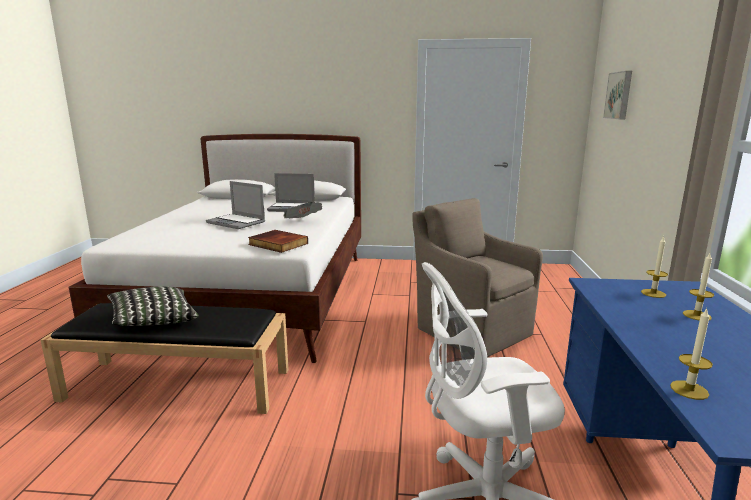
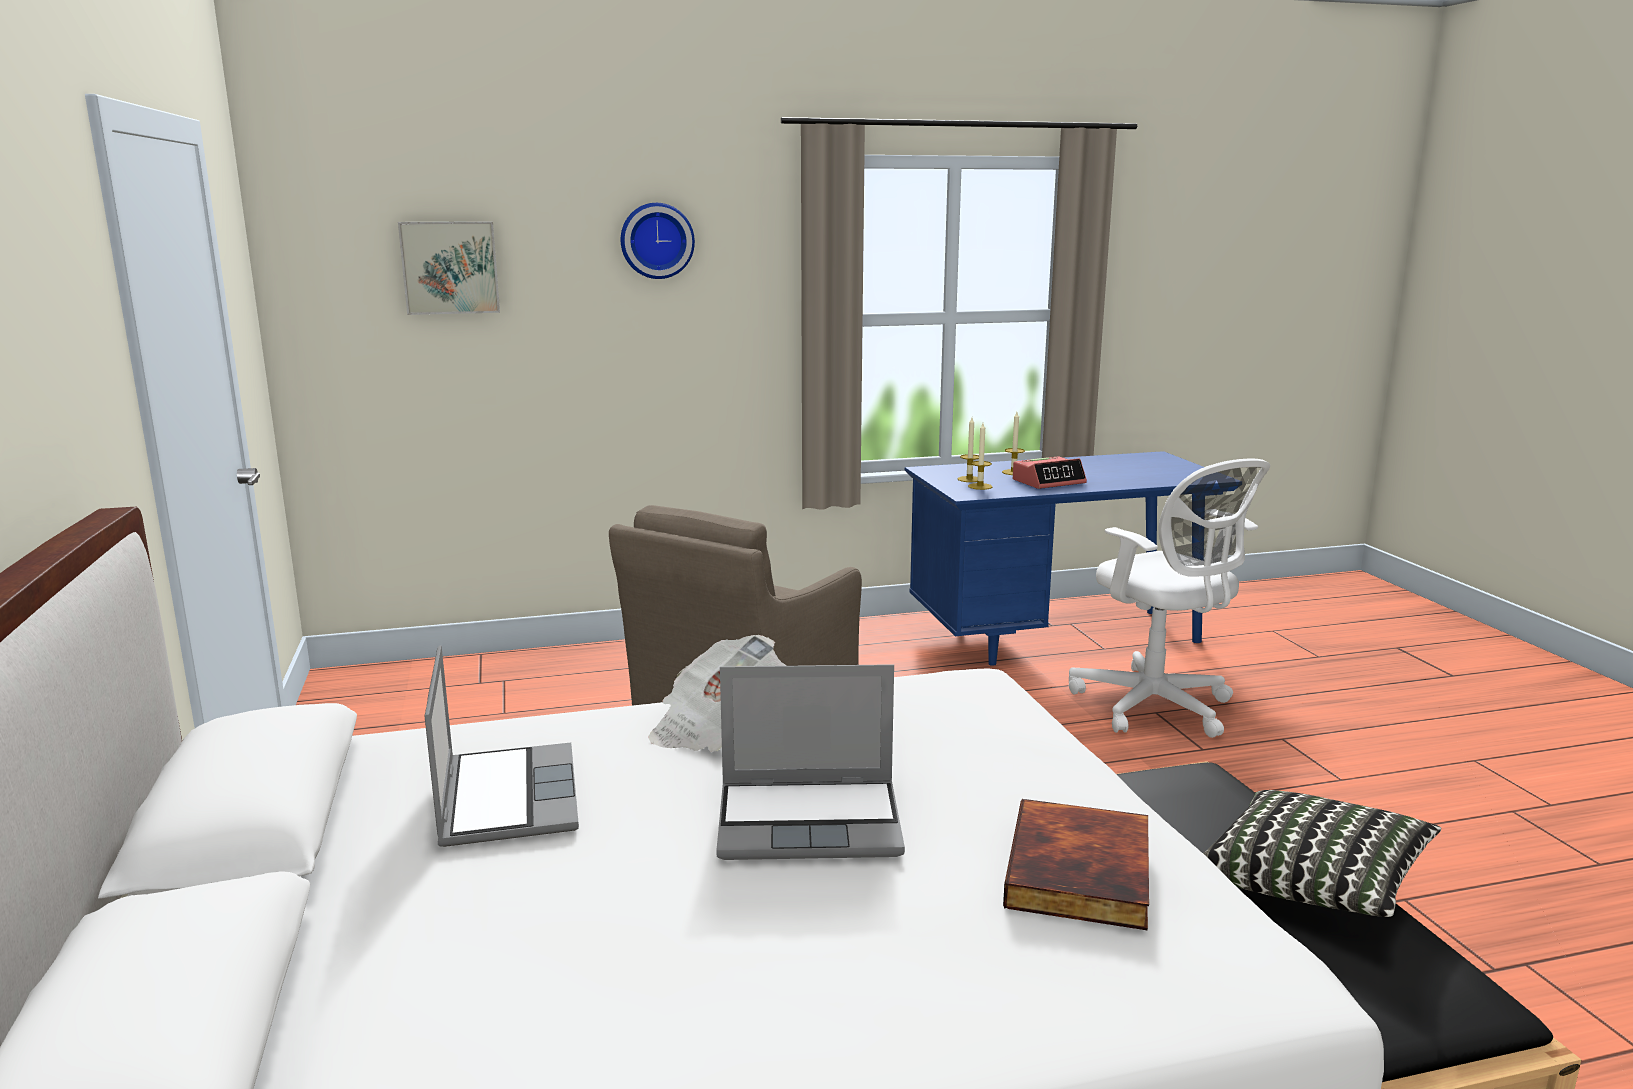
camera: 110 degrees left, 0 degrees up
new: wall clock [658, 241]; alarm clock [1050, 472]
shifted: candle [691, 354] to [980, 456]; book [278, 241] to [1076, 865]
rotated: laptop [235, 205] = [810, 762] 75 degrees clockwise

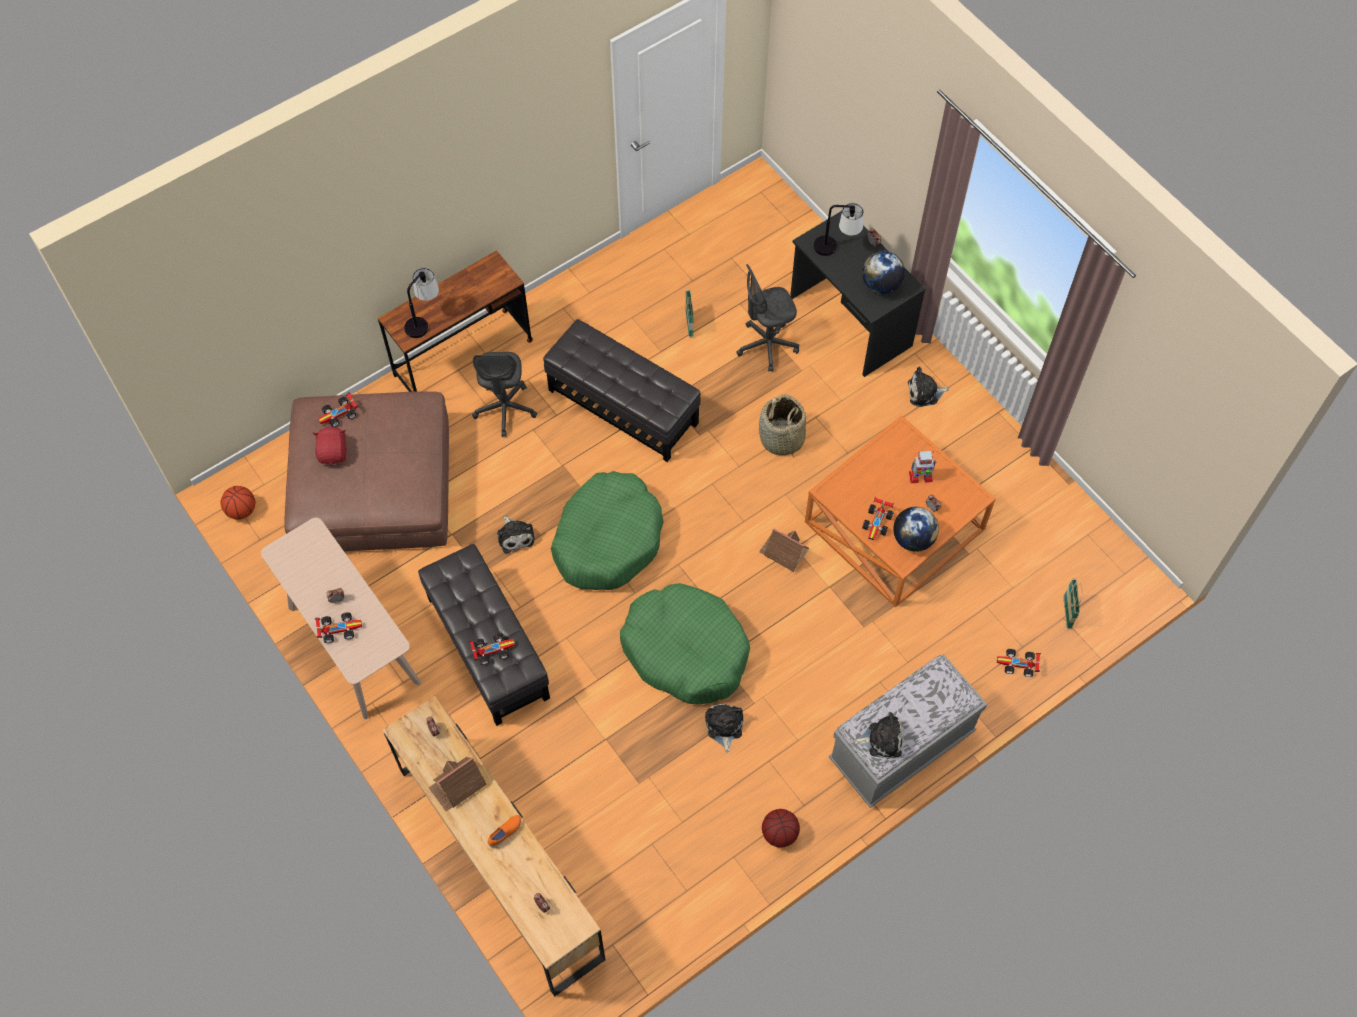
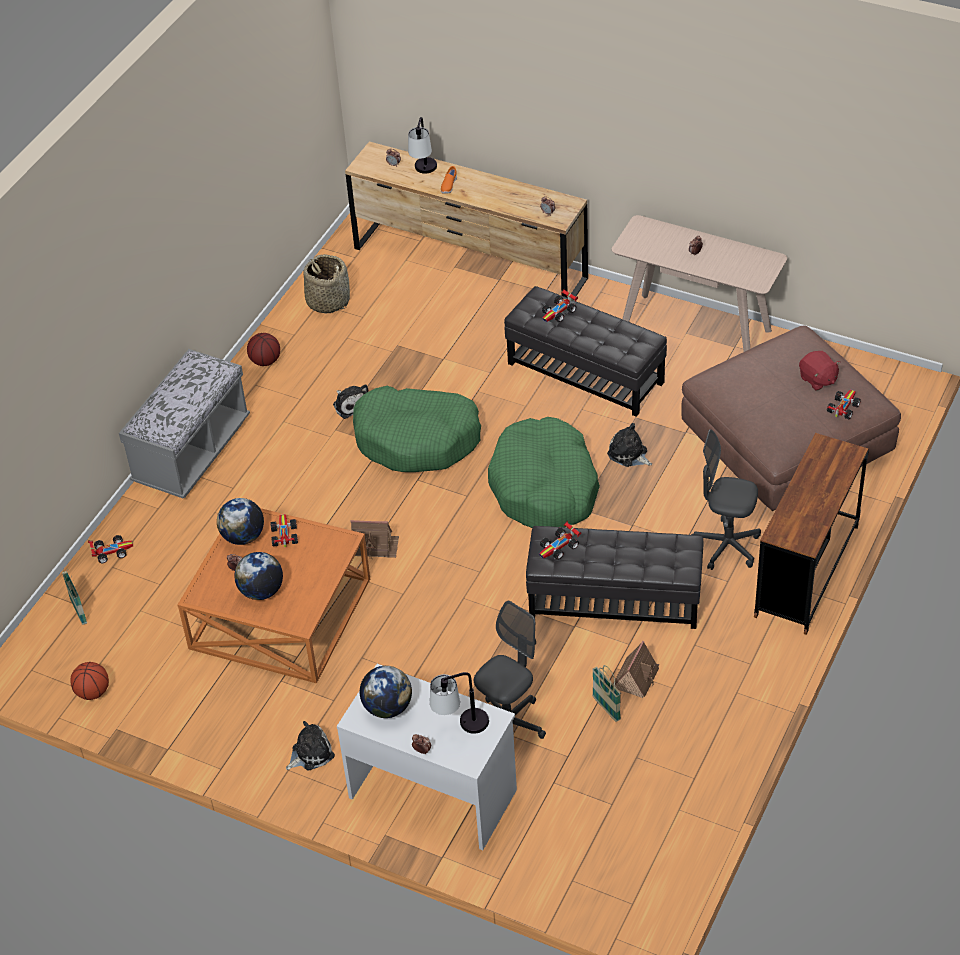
camera: 155 degrees right, 15 degrees down
gone: plush toy [878, 735]
shifted: basketball [238, 502] to [90, 681]; basket [782, 426] to [326, 283]; table lamp [421, 303] to [422, 145]; toy car [338, 627] to [560, 540]; toy house [458, 784] to [636, 669]
swapped: toy robot [922, 467] to globe [258, 576]
repainted: desk/black [858, 294] to desk/white [427, 757]
rotated: office chair/grey [504, 394] = [726, 499] 45 degrees counterclockwise

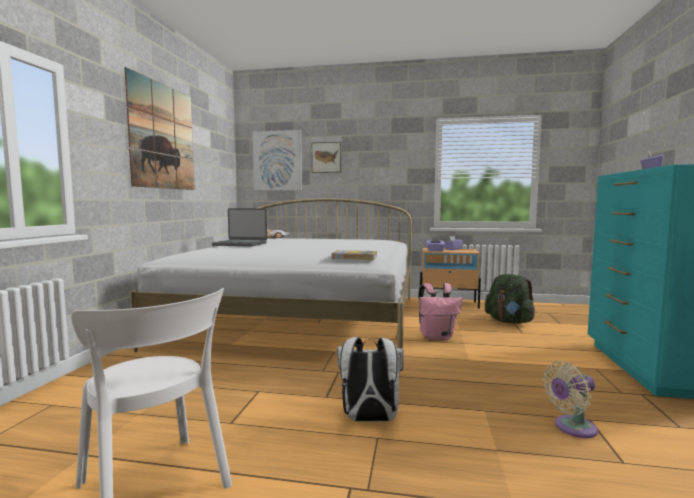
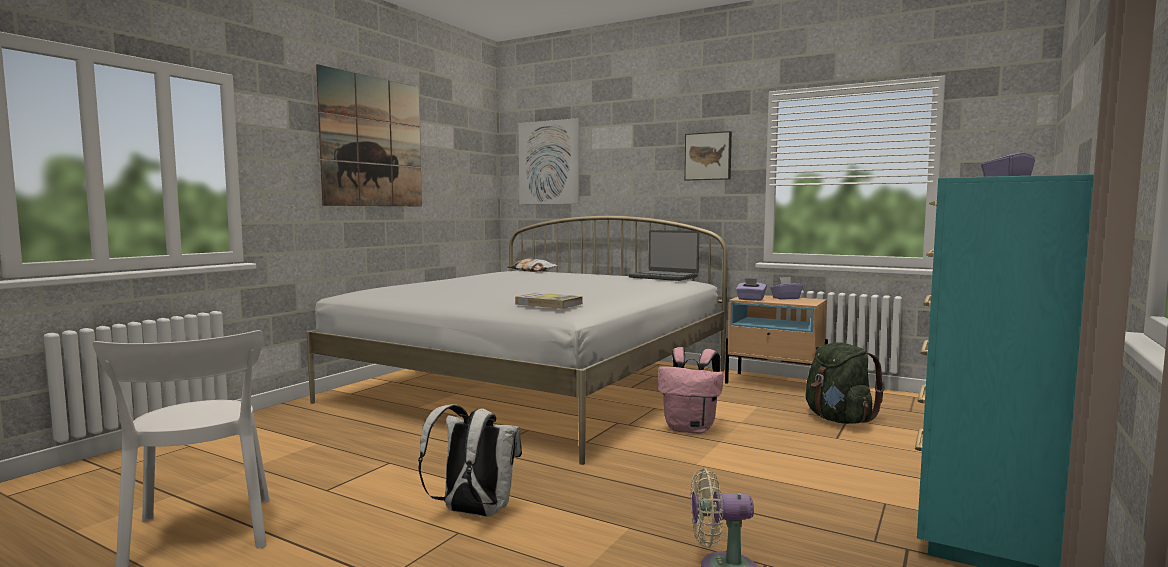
camera: 20 degrees right, 0 degrees up
shifted: laptop [239, 227] to [664, 255]; picture [326, 157] to [708, 155]

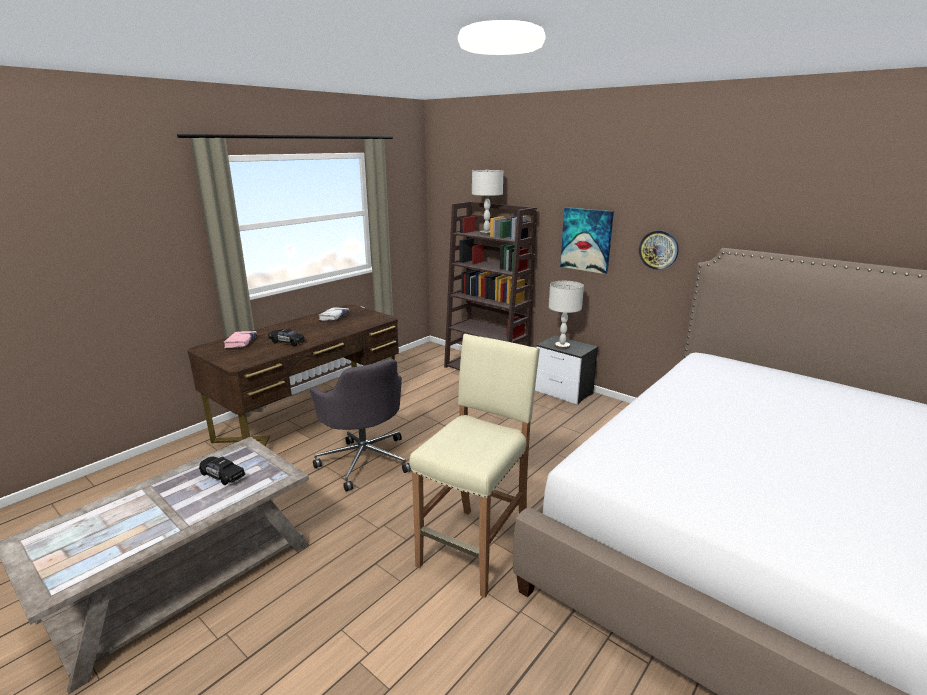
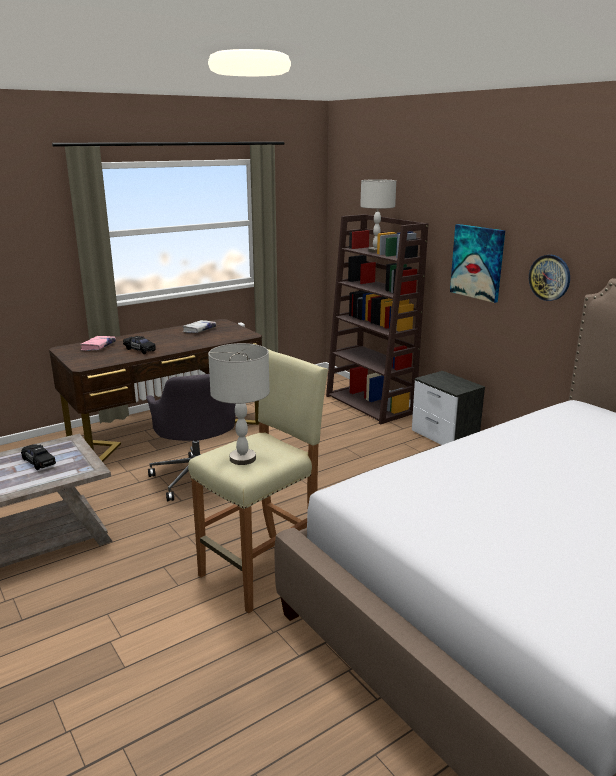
camera: 15 degrees right, 0 degrees up
shifted: table lamp/grey [566, 315] to [239, 404]

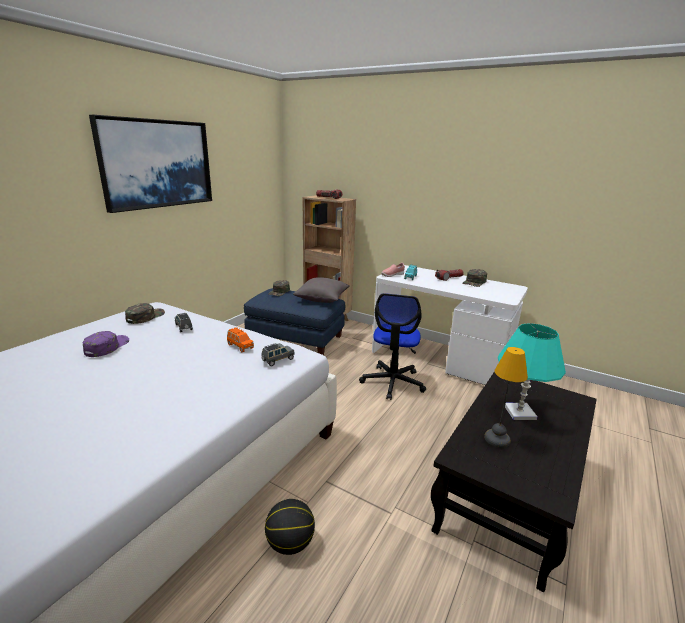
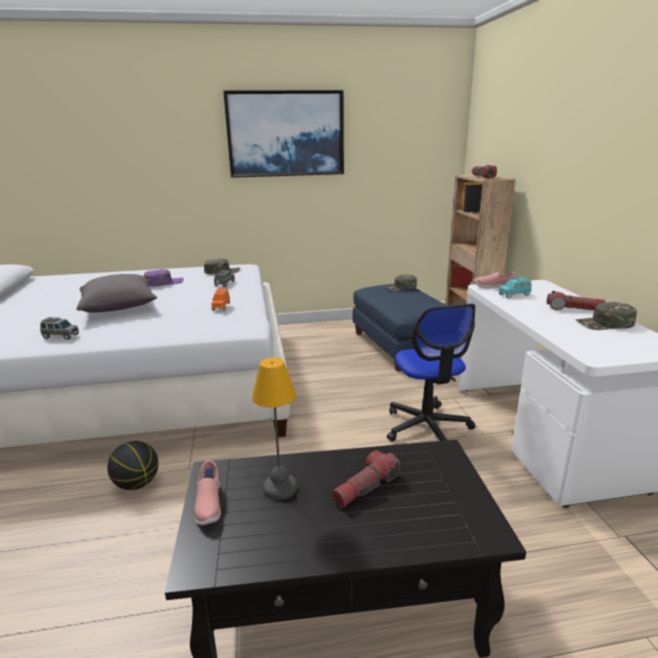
camera: 50 degrees right, 0 degrees up
new: shoe/pink [207, 492]
shifted: toy car/grey [278, 354] to [59, 328]; pillow/grey [321, 290] to [117, 293]
swapped: table lamp/turquoise [532, 371] to flashlight [366, 479]
rotated: office chair [392, 346] = [431, 373] 75 degrees counterclockwise

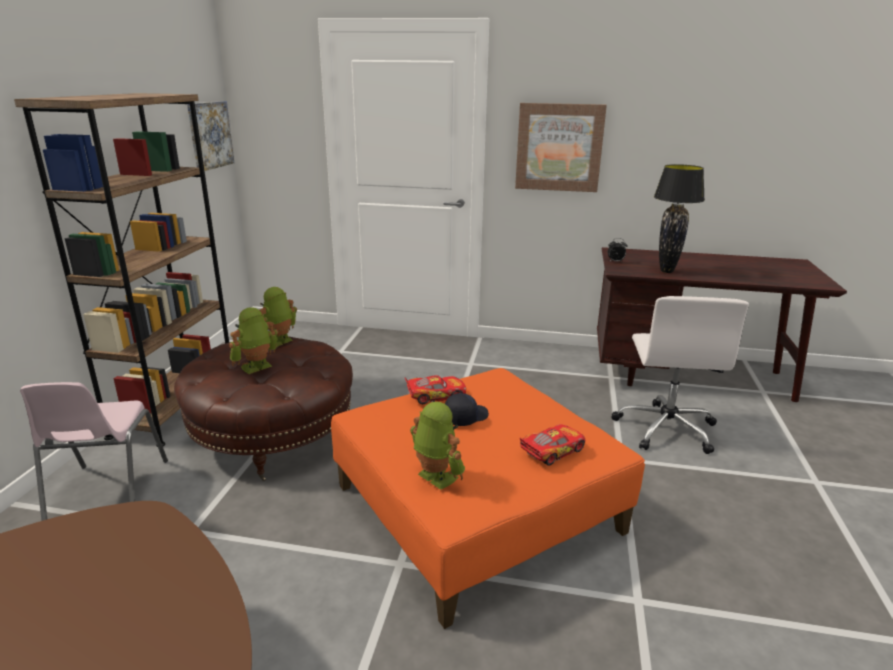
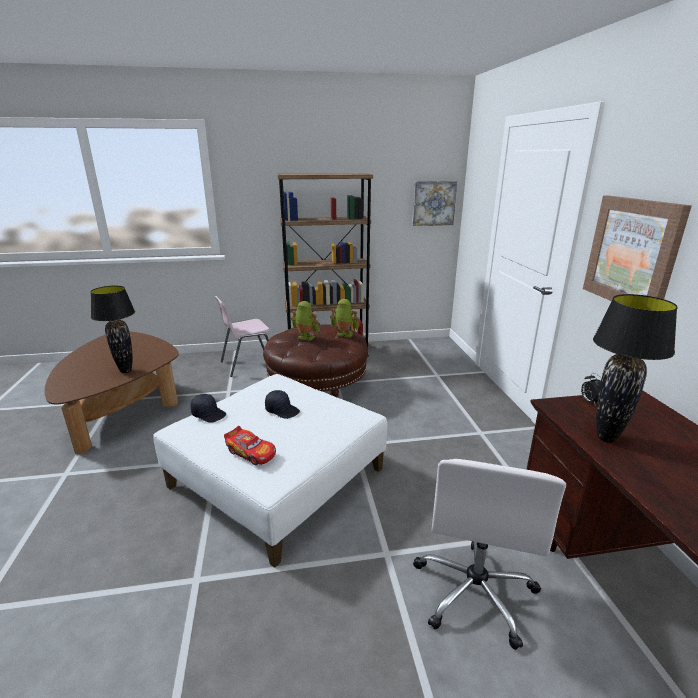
camera: 70 degrees right, 0 degrees up
gone: toy car [435, 389]
new: table lamp/black [112, 329]
swapped: toy robot [437, 446] to cap/black [208, 408]
repainted: ottoman/orange [488, 498] to ottoman/white [270, 471]
rotated: office chair/white [680, 375] = [489, 554] 60 degrees counterclockwise

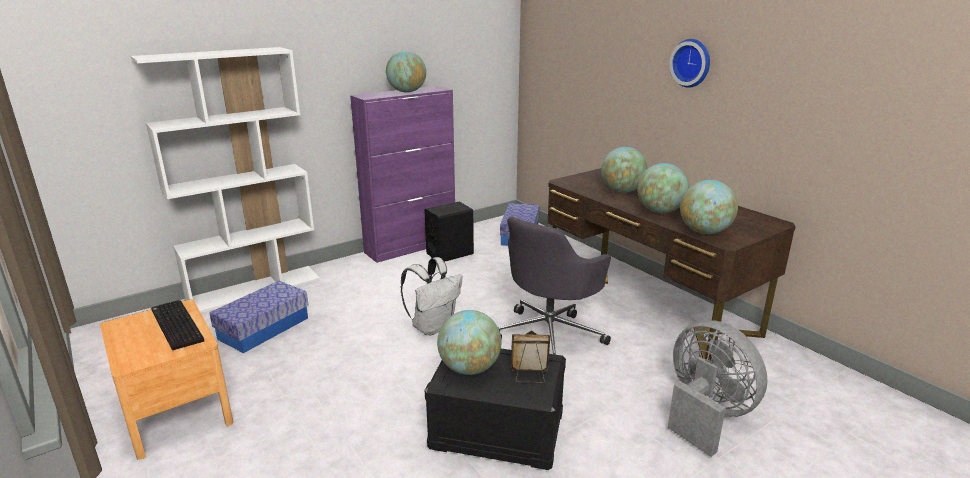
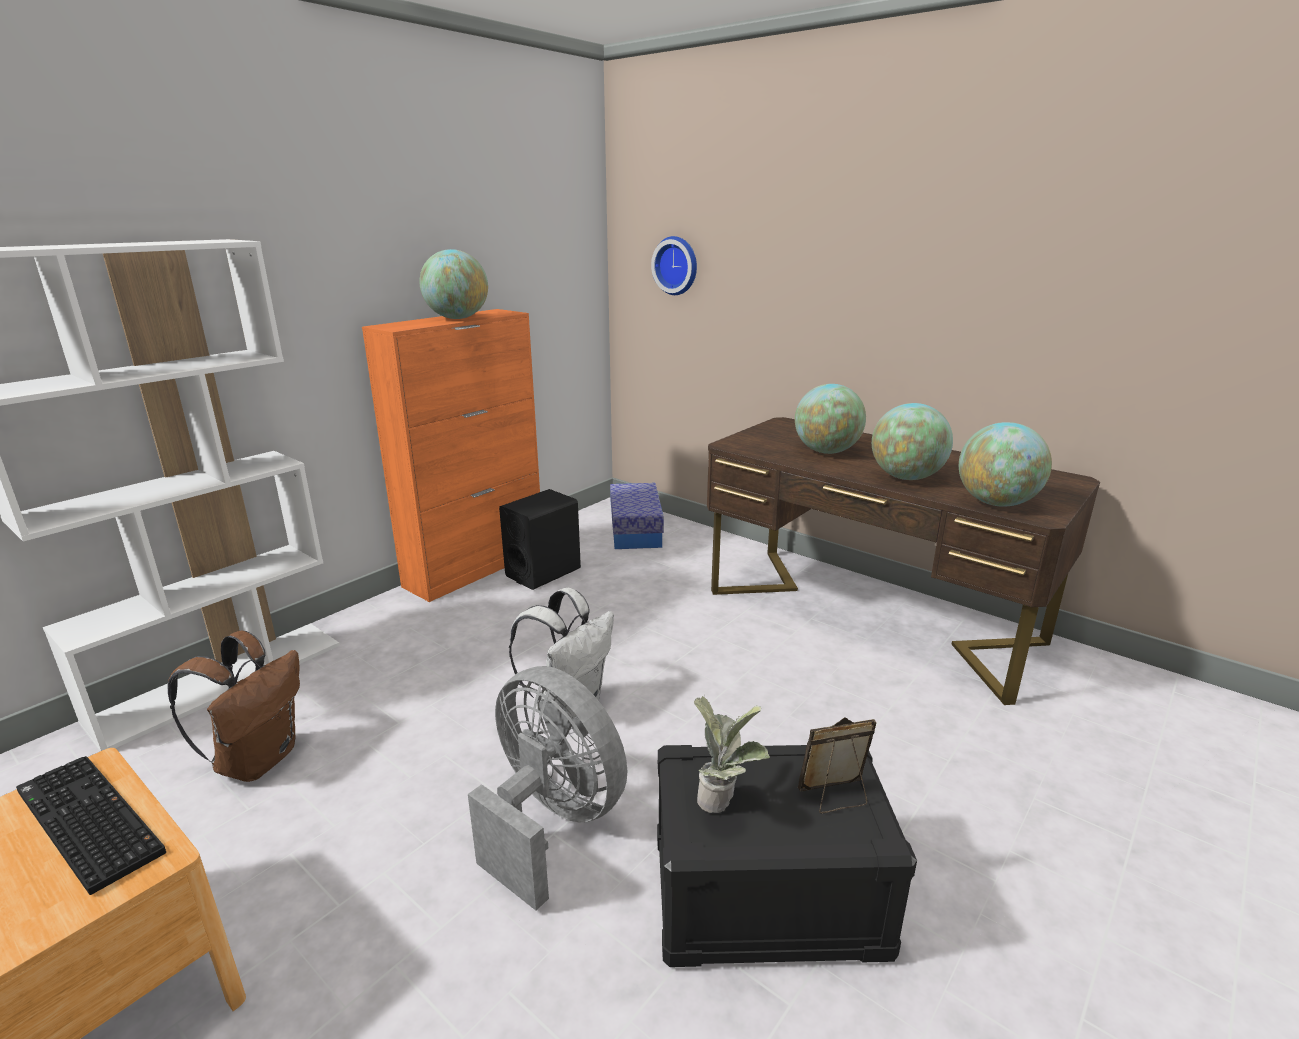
camera: 15 degrees left, 0 degrees up
gone: office chair/grey [554, 286]
shifted: fan/grey [718, 388] to [547, 788]; wall clock [689, 63] to [674, 265]
swapped: storage box [258, 317] to backpack/brown [233, 706]; globe [469, 342] to potted plant [731, 754]
repainted: cabinet/purple [402, 174] to cabinet/orange [451, 455]

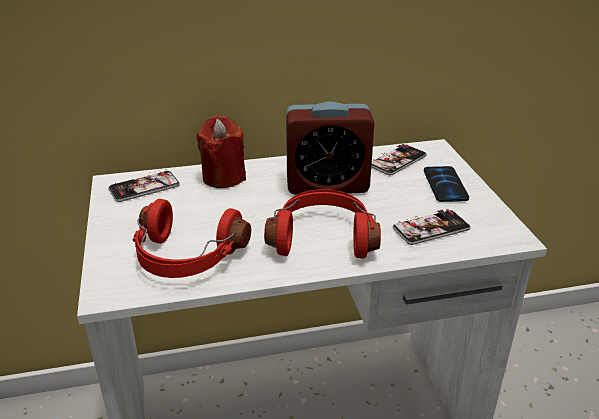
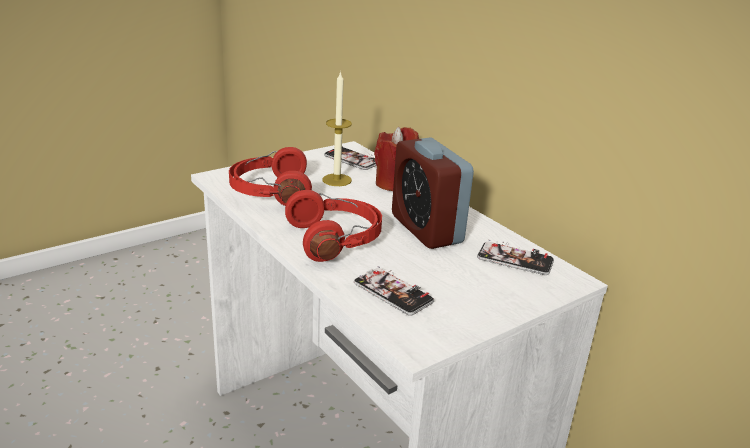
camera: 65 degrees right, 5 degrees down
gone: phone [446, 184]
new: candle [337, 128]

